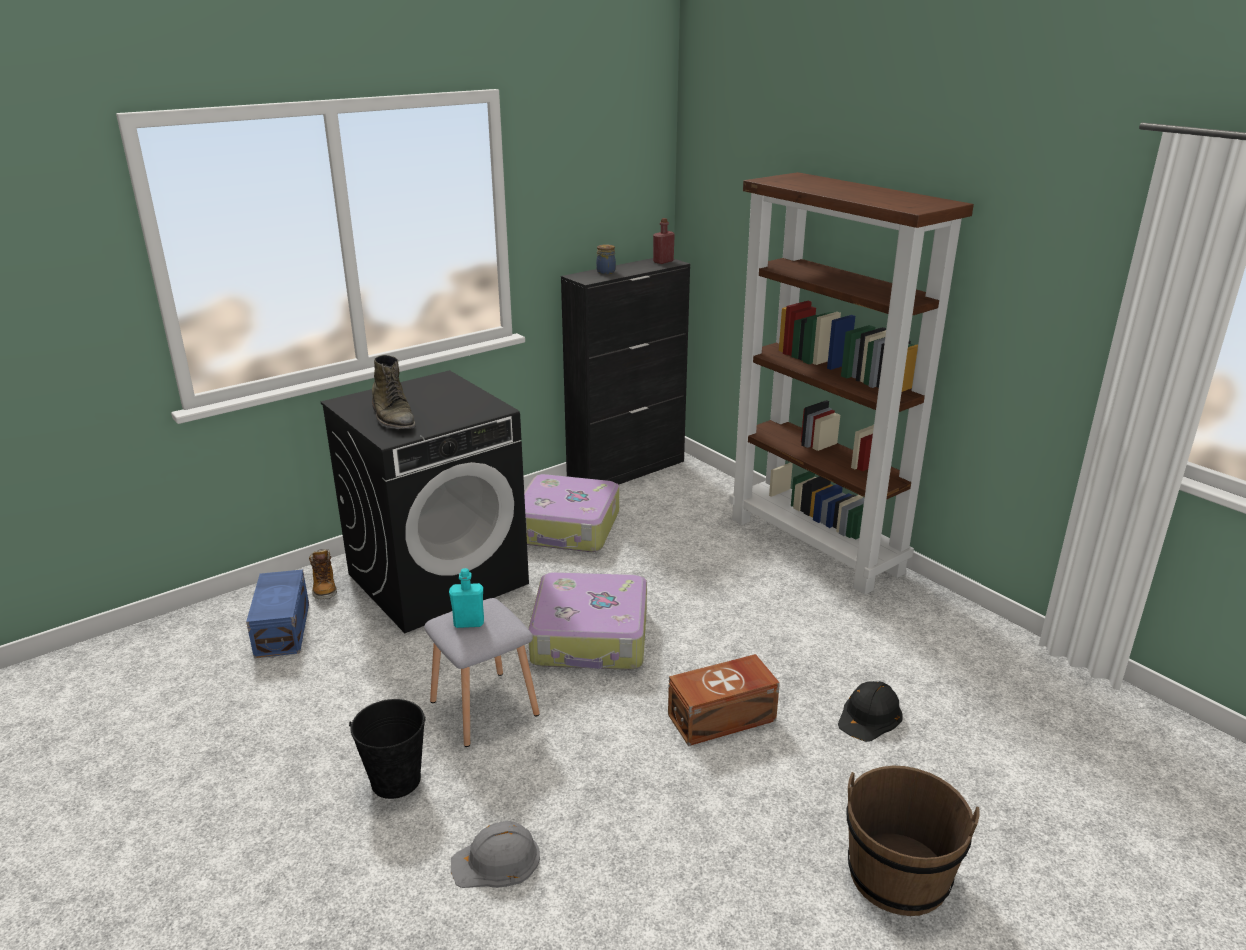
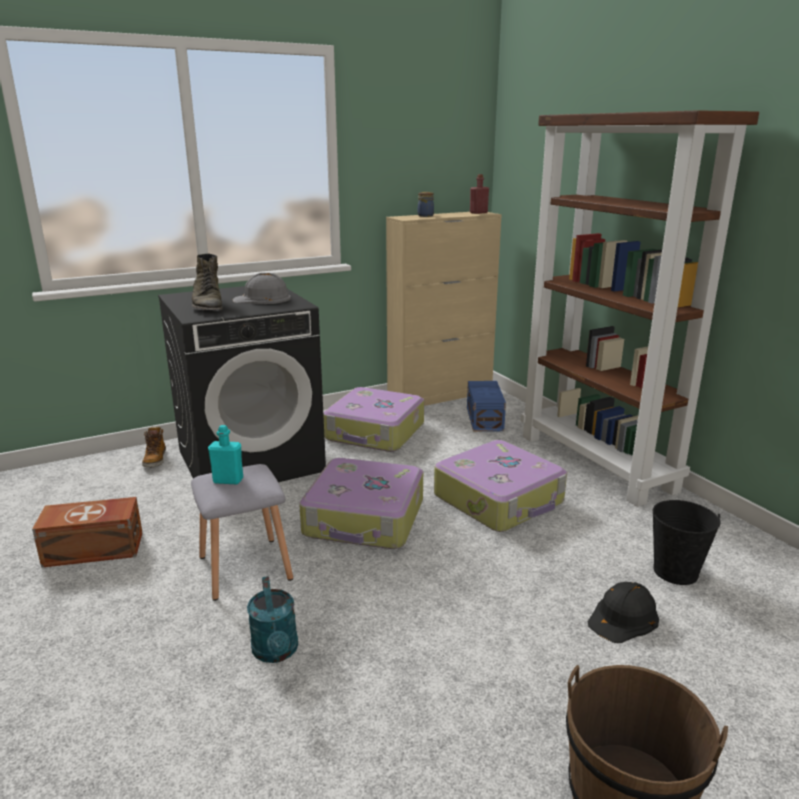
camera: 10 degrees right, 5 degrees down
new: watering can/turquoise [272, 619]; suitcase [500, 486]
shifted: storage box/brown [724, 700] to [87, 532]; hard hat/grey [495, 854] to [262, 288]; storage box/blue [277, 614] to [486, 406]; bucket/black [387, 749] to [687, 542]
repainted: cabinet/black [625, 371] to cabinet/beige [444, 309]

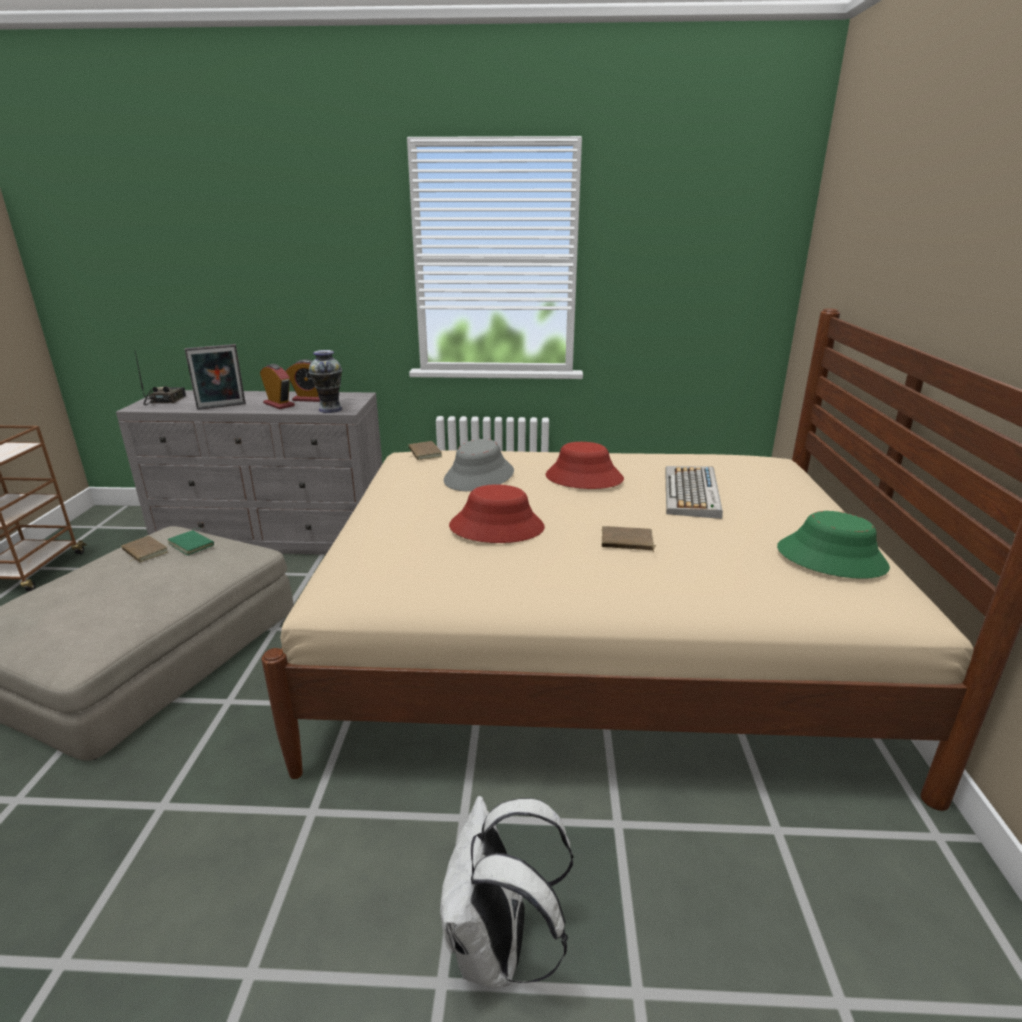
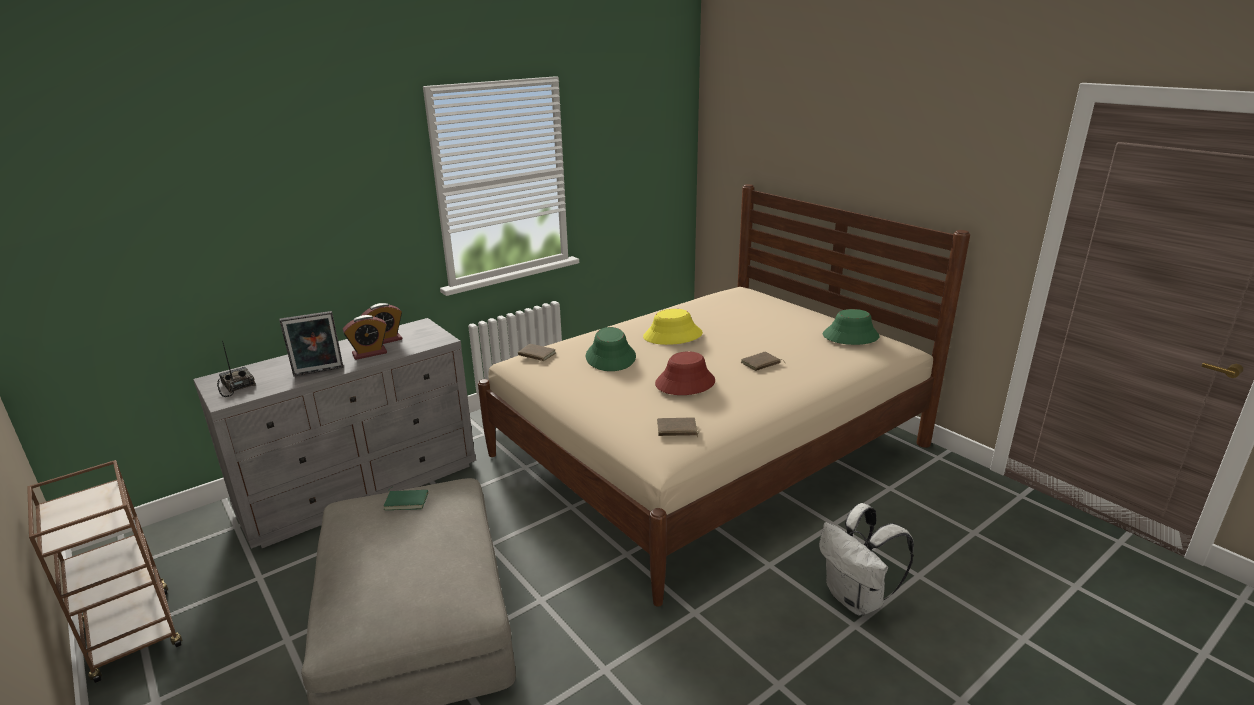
camera: 40 degrees left, 0 degrees up
gone: vase [325, 381]; keyboard [694, 492]
shifted: book/brown [144, 549] to [678, 427]
repainted: hat/grey [479, 465] to hat/green [611, 349]; hat/red [585, 465] to hat/yellow [673, 327]
rotated: picture frame [215, 377] = [311, 344] 45 degrees clockwise; alarm clock [277, 386] = [365, 337] 150 degrees clockwise

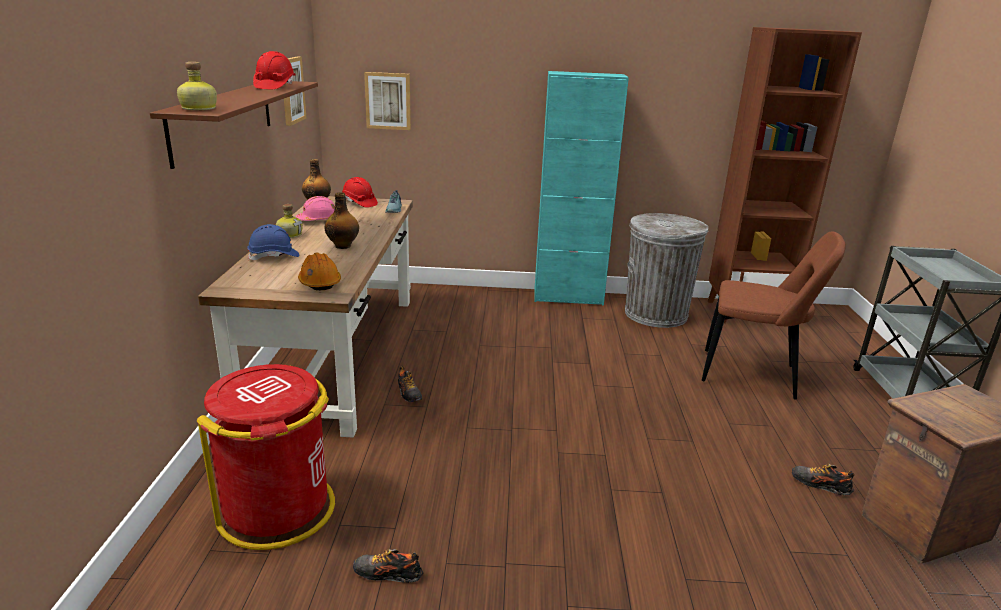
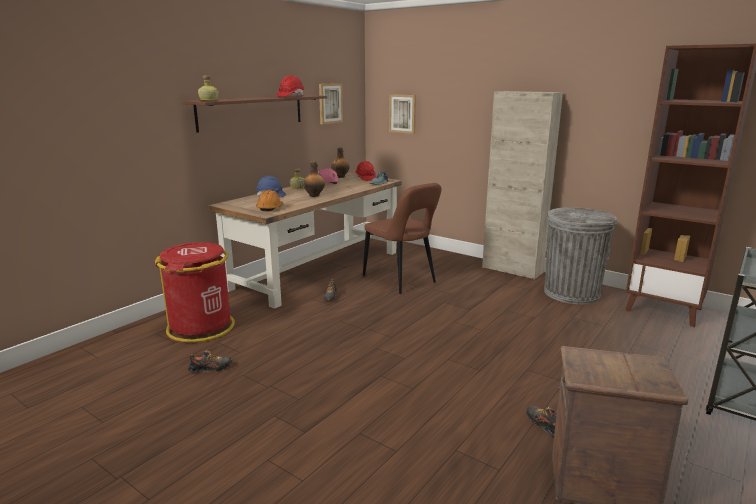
camera: 35 degrees right, 5 degrees down
shifted: chair/brown [774, 315] to [402, 238]
repainted: cabinet/turquoise [581, 188] to cabinet/beige [522, 185]
rotated: shoe [388, 566] = [210, 361] 120 degrees clockwise

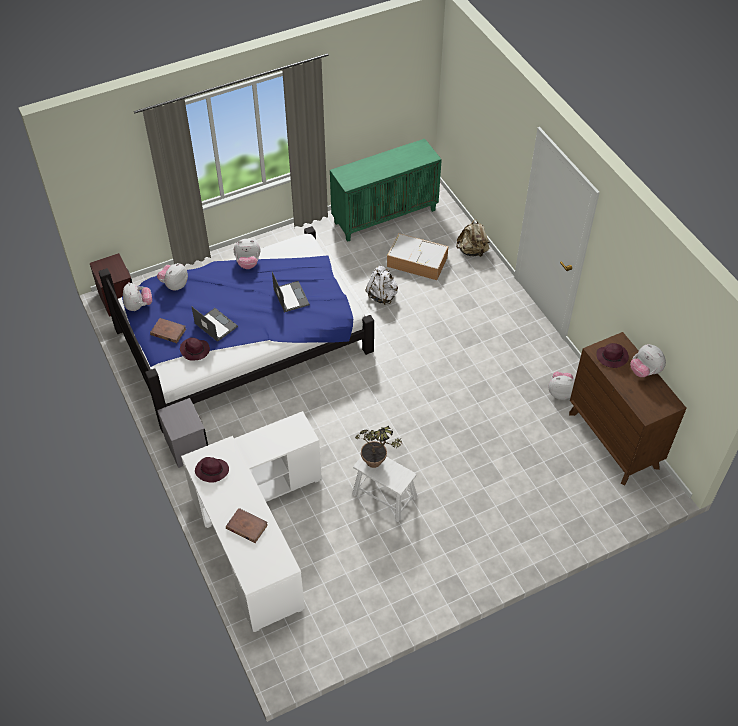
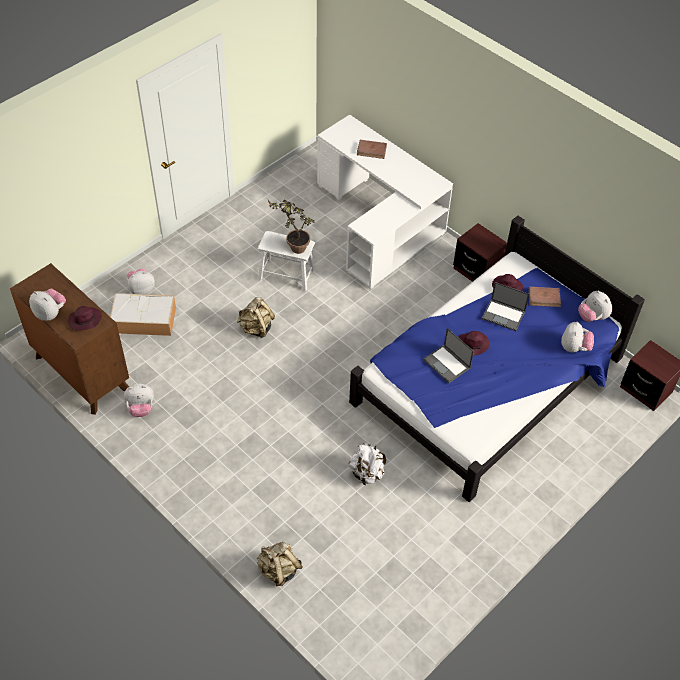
camera: 160 degrees right, 0 degrees up
gone: cabinet/green [386, 190]
new: backpack/beige [256, 317]
shifted: storage box [417, 256] to [143, 314]; plush toy [247, 254] to [141, 281]; hat/purple [212, 470] to [473, 343]
repainted: nightstand/grey [182, 433] to nightstand/brown [480, 252]

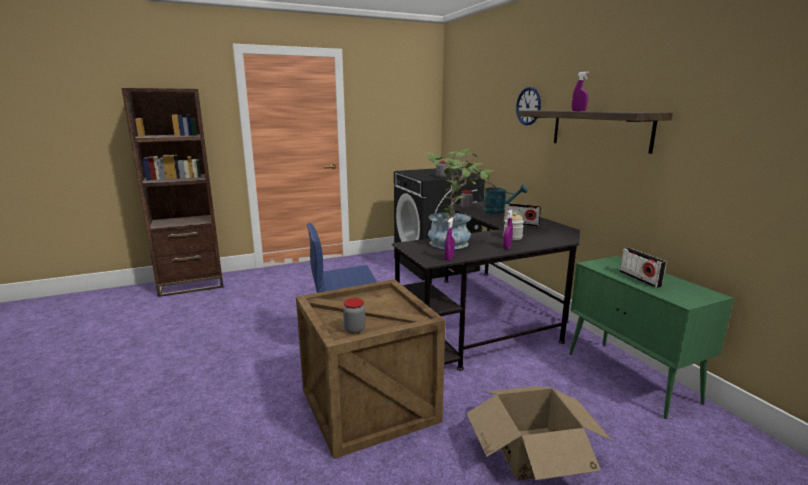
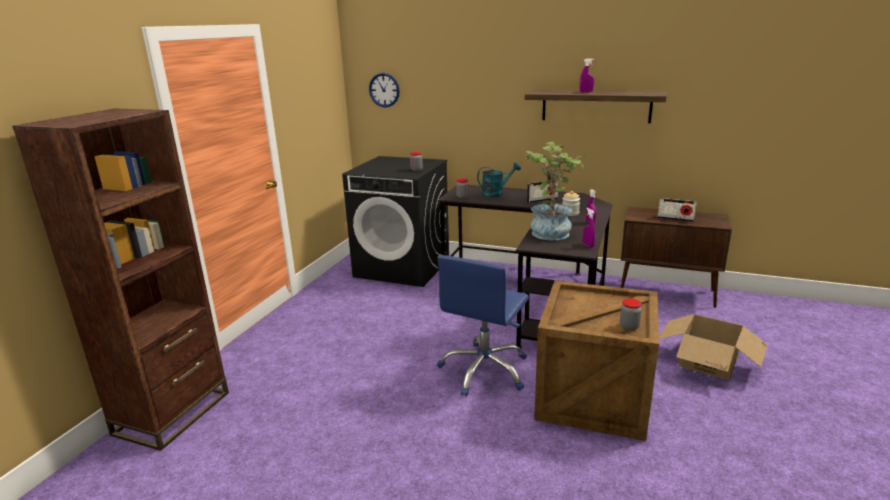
camera: 45 degrees left, 5 degrees up
shifted: wall clock [528, 106] to [384, 90]
repainted: cabinet/green [651, 337] to cabinet/brown [676, 257]

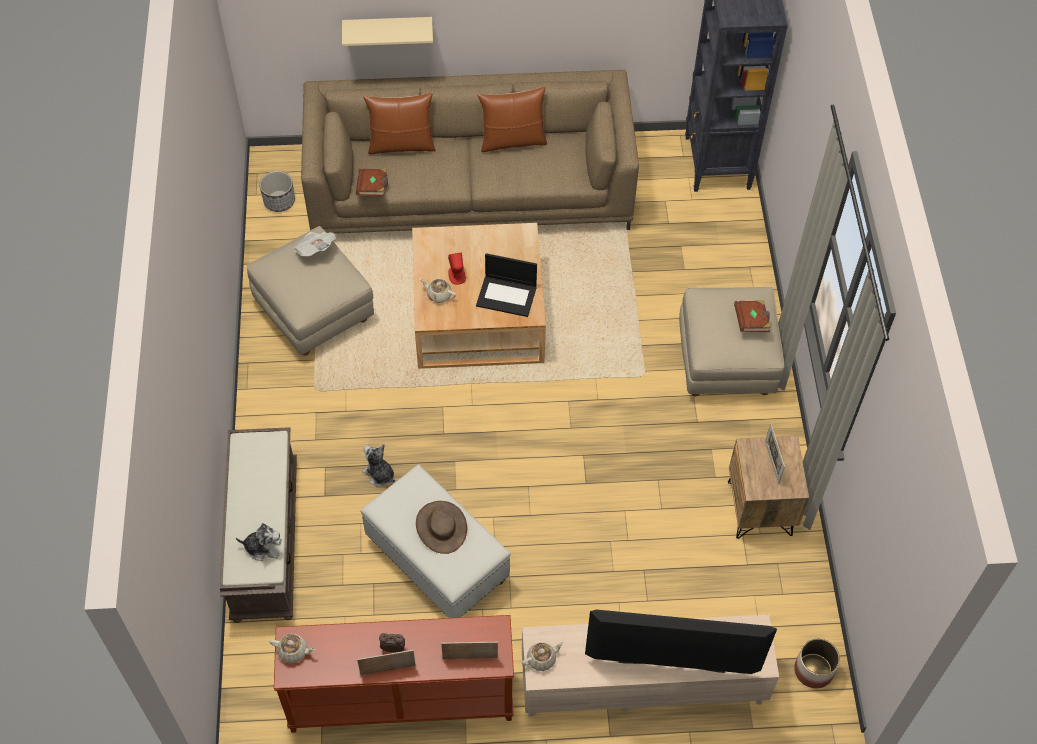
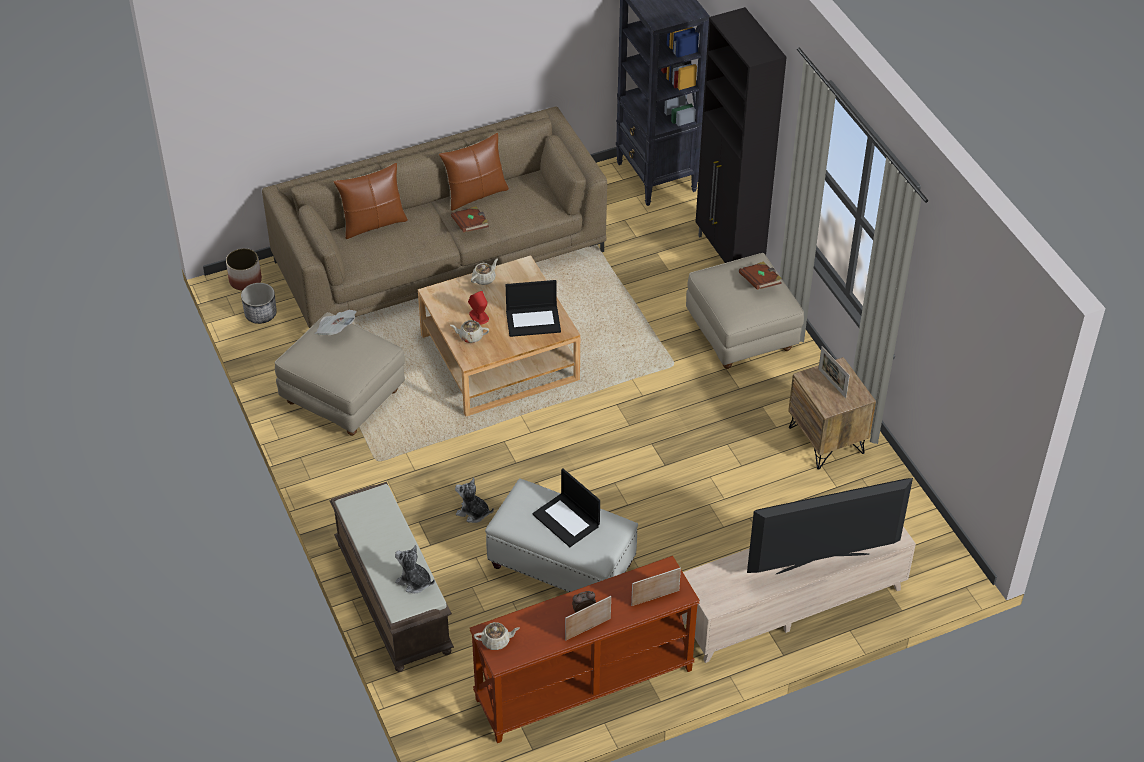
camera: 20 degrees left, 10 degrees down
gone: shelf/beige [387, 31]
new: cabinet/black [741, 135]
shifted: planter [817, 663] to [244, 269]; book/brown [372, 182] to [470, 219]; teapot/beige [543, 656] to [484, 271]
swapped: hat/brown [441, 527] to laptop [566, 507]
rotated: plush toy [259, 542] = [415, 569] 135 degrees counterclockwise

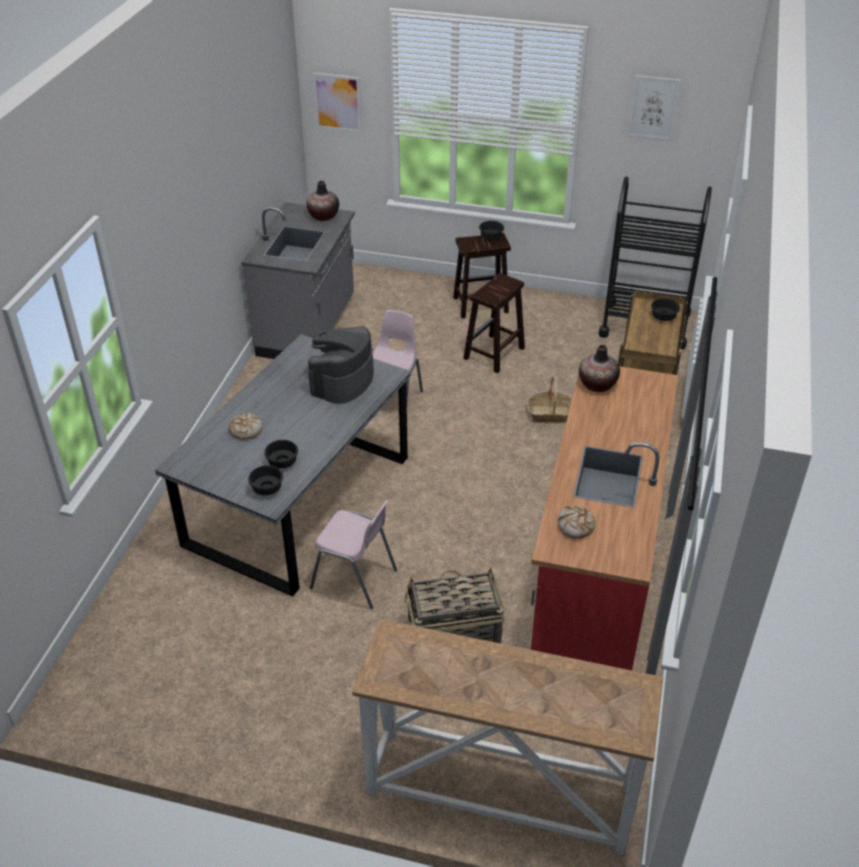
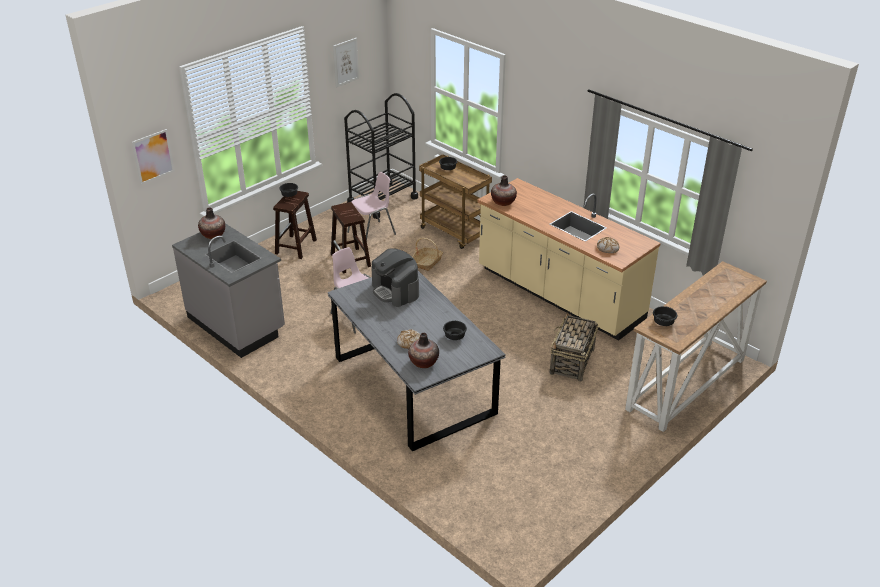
camera: 60 degrees left, 5 degrees down
new: vase [423, 350]
shifted: chair/pink [353, 554] to [371, 206]; bowl/black [265, 480] to [665, 316]
repainted: counter/red [604, 518] to counter/beige [569, 259]

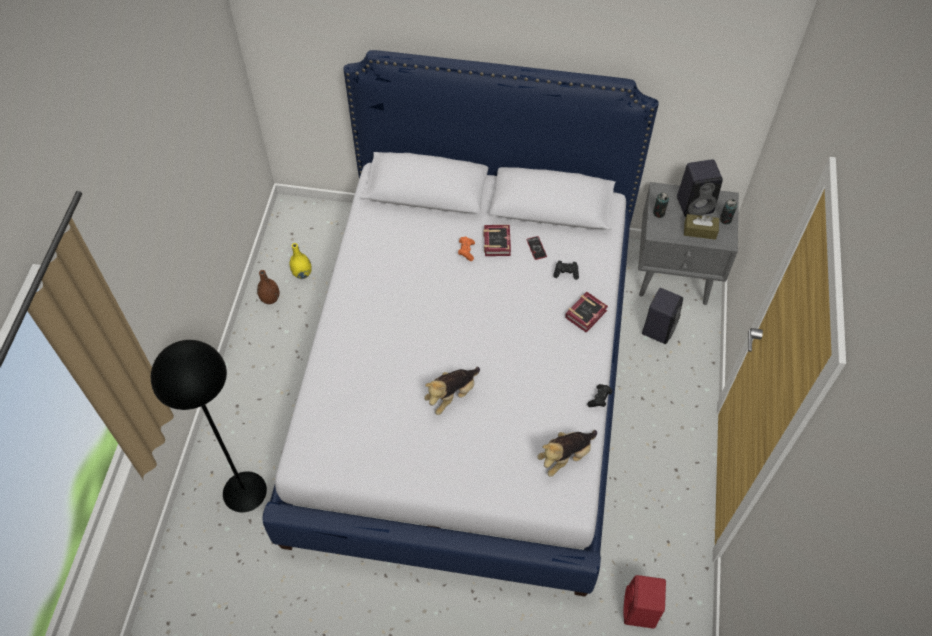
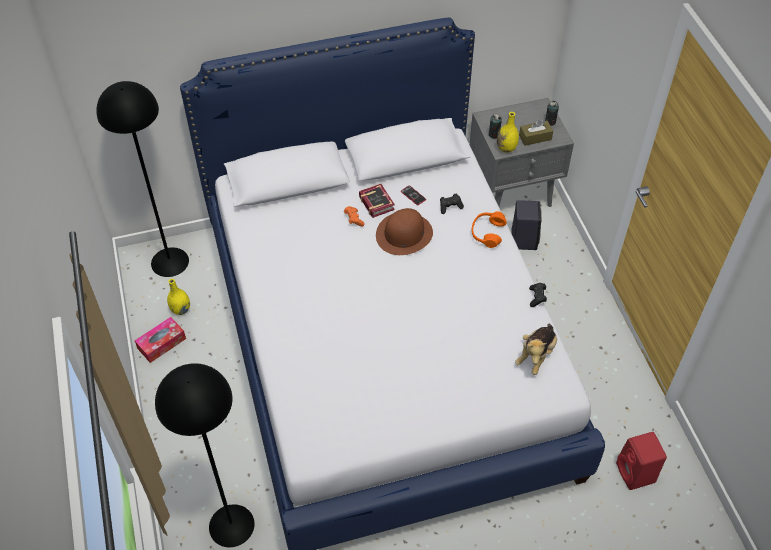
camera: 25 degrees left, 5 degrees down
gone: plush toy [452, 391]; speaker/black [700, 188]
new: floor lamp/black [142, 179]; hat/brown [404, 231]; vase/yellow [508, 132]
swapped: vase/brown [268, 287] to tissue box [160, 340]; book [586, 312] to headphones/orange [489, 229]

